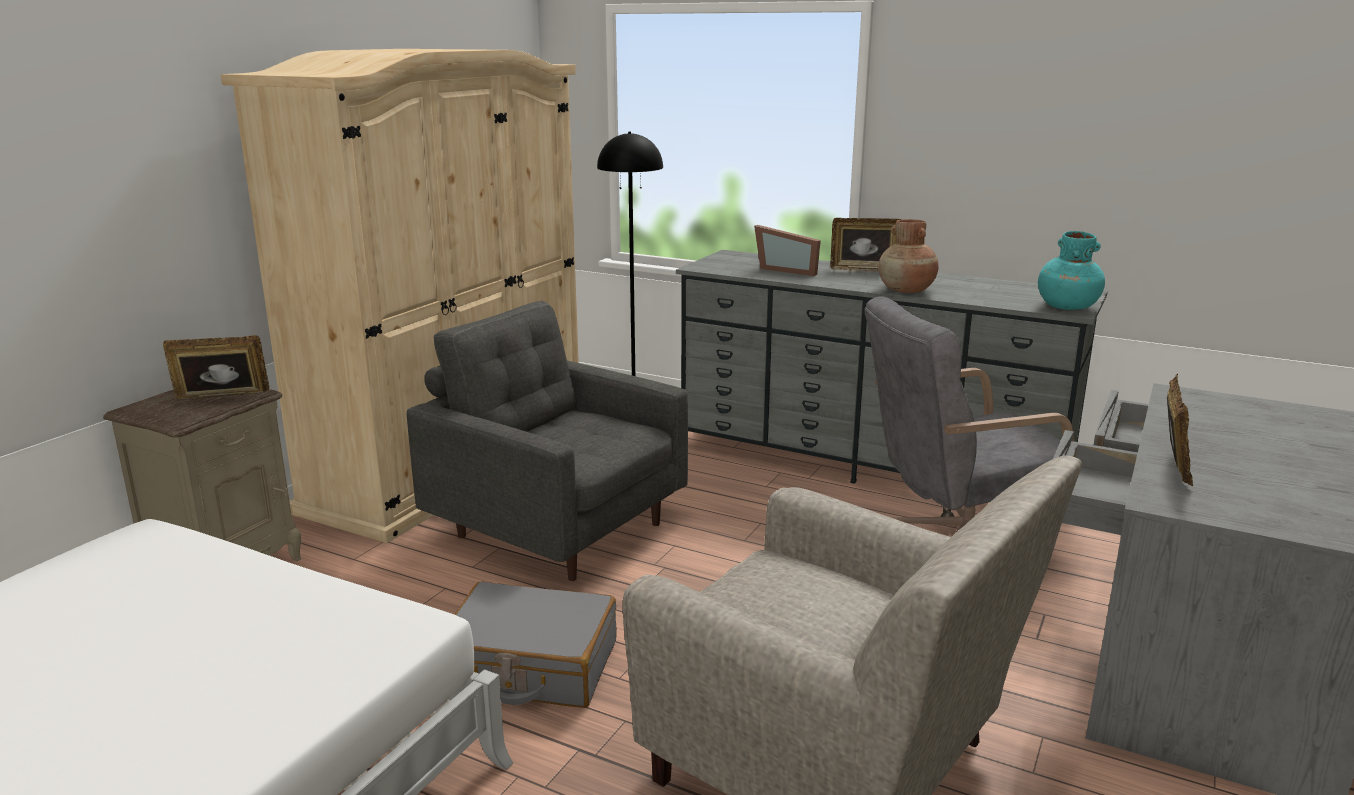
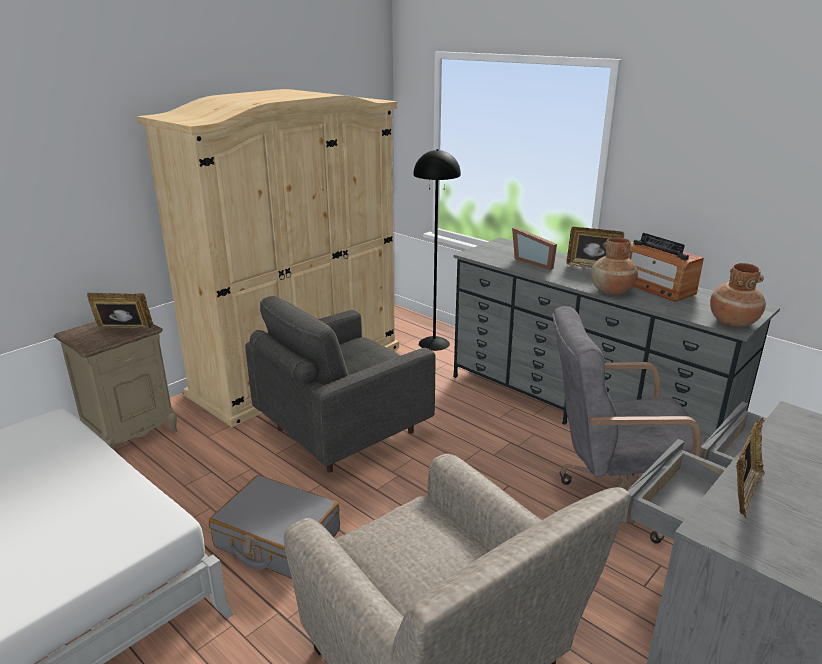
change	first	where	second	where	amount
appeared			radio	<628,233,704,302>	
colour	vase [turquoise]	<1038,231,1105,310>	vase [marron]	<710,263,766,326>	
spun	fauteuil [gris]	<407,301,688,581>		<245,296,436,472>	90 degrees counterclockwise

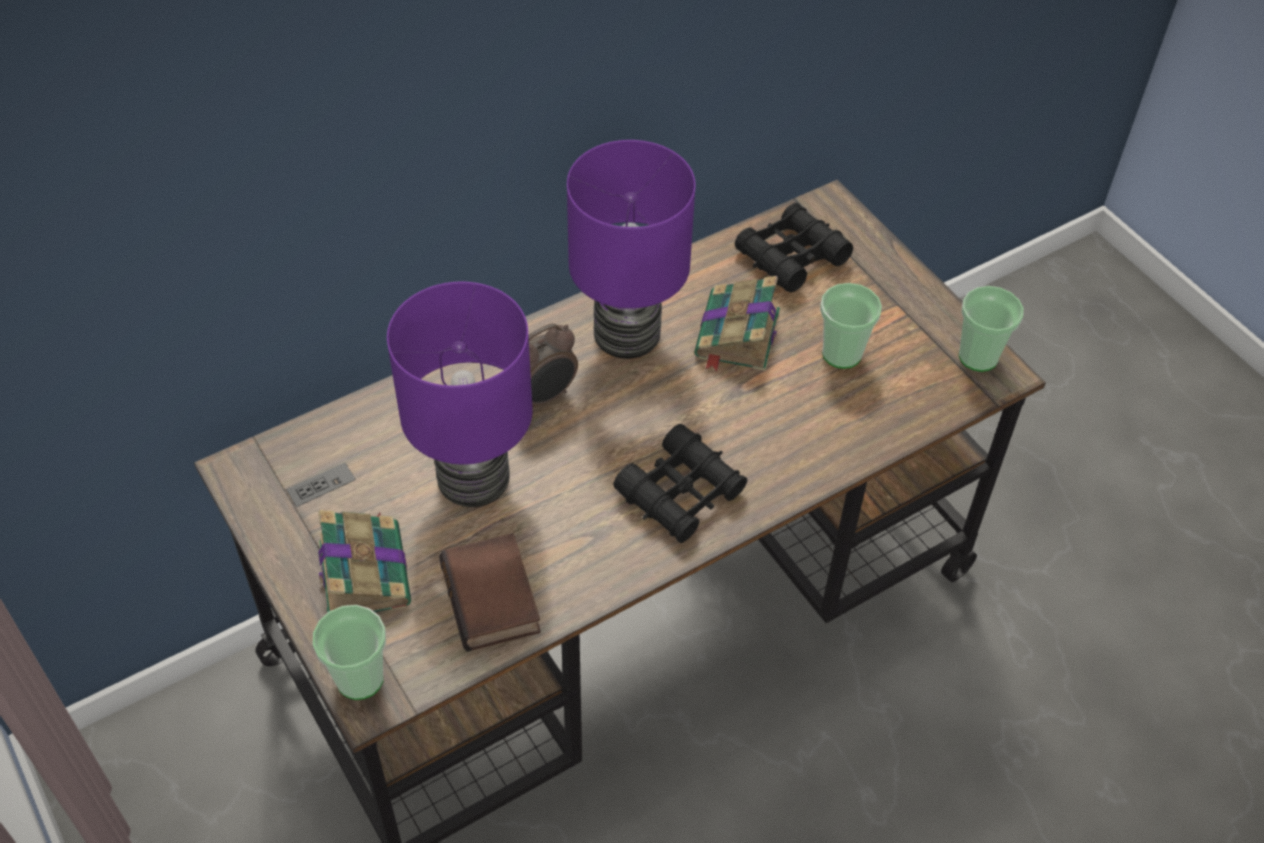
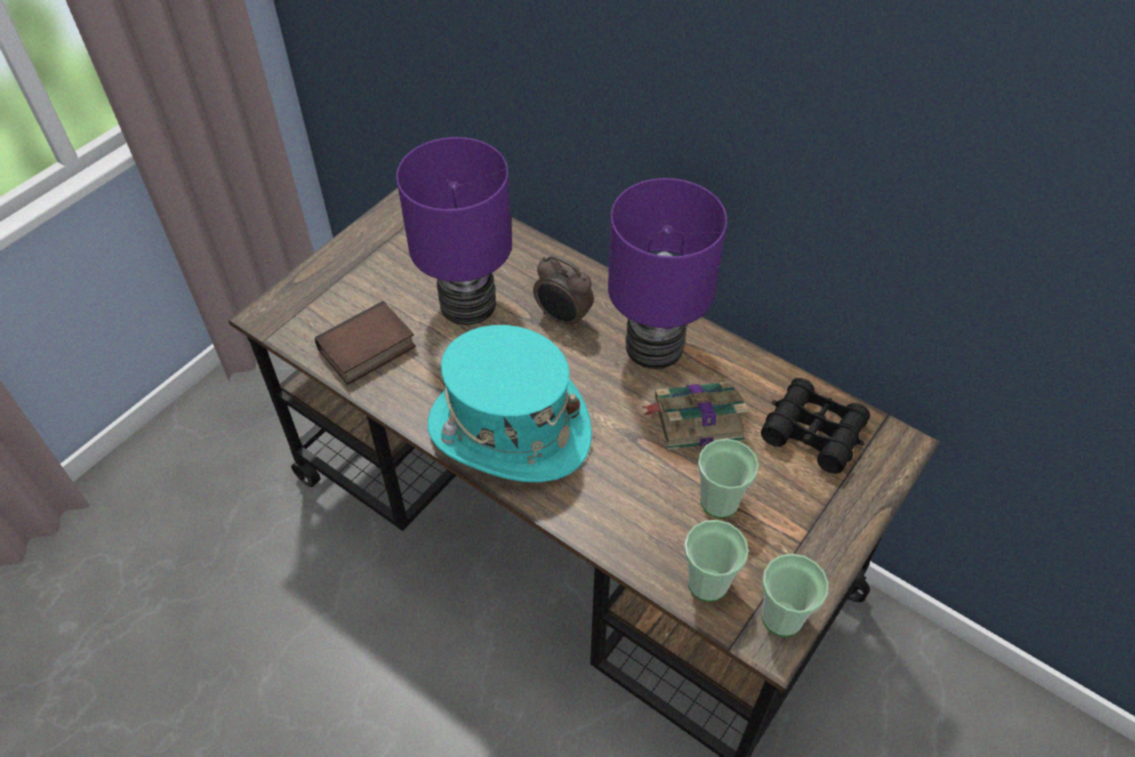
change	first	where	second	where	amount
missing	livre	<318,510,411,613>			
relocated	tasse	<313,605,386,700>		<684,520,749,602>	
exchanged	jumelles [noir]	<613,424,747,543>	chapeau [turquoise]	<428,325,592,482>	

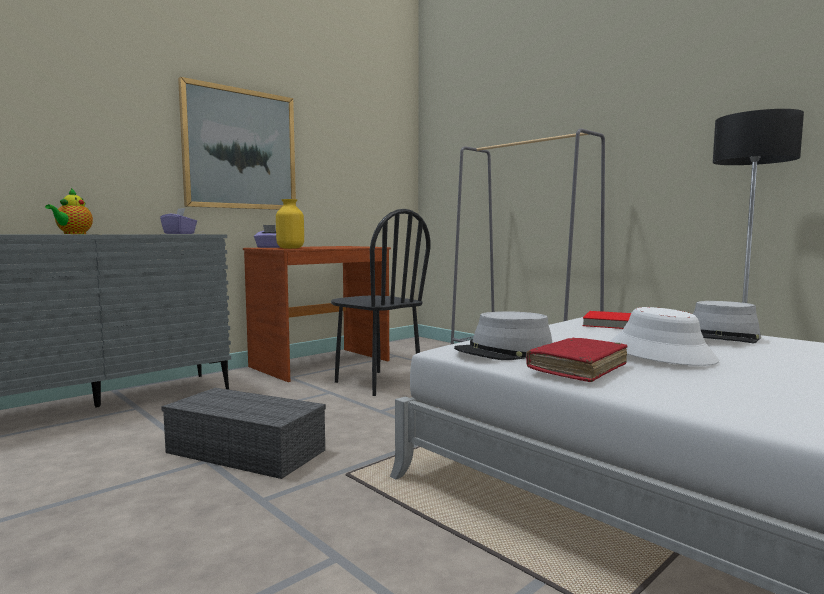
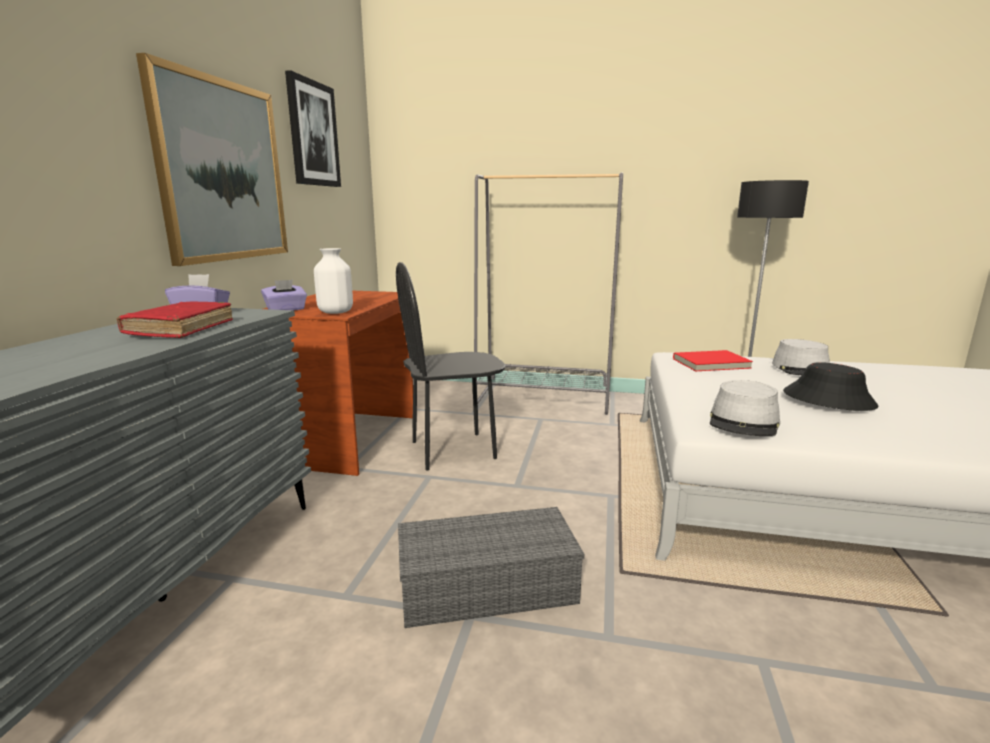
change	first	where	second	where	amount
missing	théière	<45,188,93,234>			
appeared			tableau	<285,70,341,187>	
relocated	livre [rouge]	<526,338,628,382>		<117,301,233,338>	
colour	vase [jaune]	<276,199,304,249>	vase [blanc]	<314,248,353,314>	
colour	chapeau [blanc]	<609,307,719,366>	chapeau [noir]	<783,362,878,411>	
spun	chaise [noir]	<331,209,430,396>		<396,262,506,471>	150 degrees clockwise

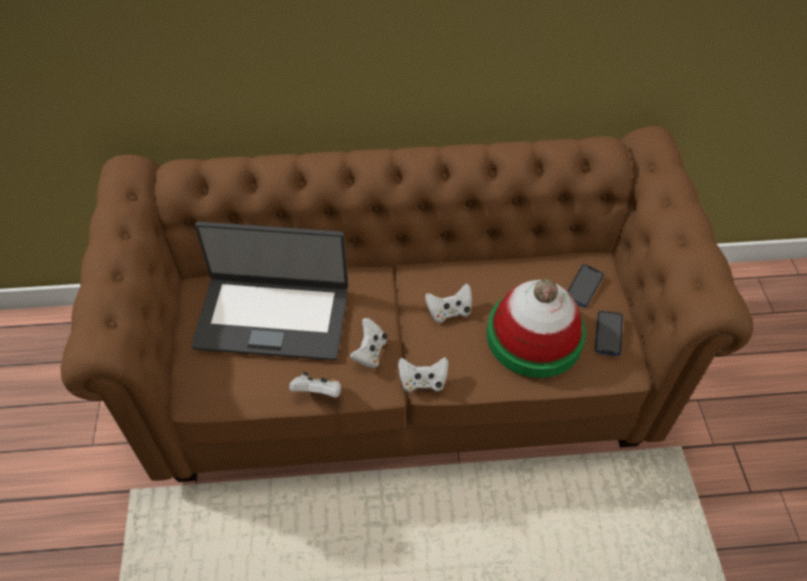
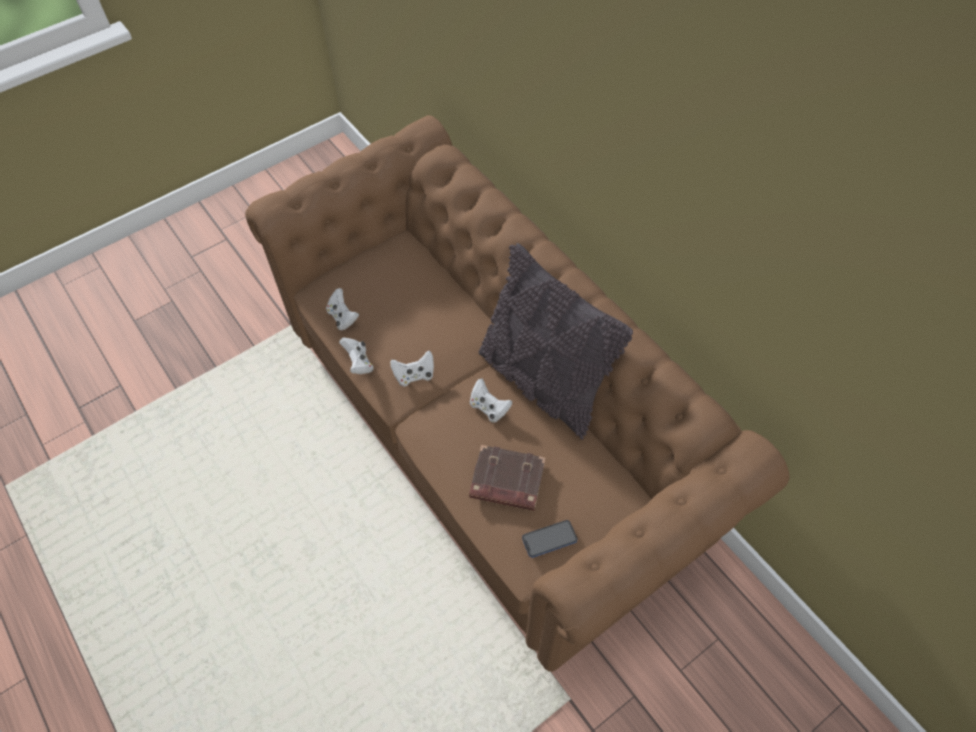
change	first	where	second	where	amount
missing	ordinateur portable	<191,221,348,360>			
missing	téléphone	<568,264,604,307>			
appeared			coussin [noir]	<479,243,633,440>	
relocated	manette [blanc]	<398,357,449,392>		<326,288,359,330>	
exchanged	chapeau	<487,279,586,378>	livre [marron]	<469,445,545,511>	

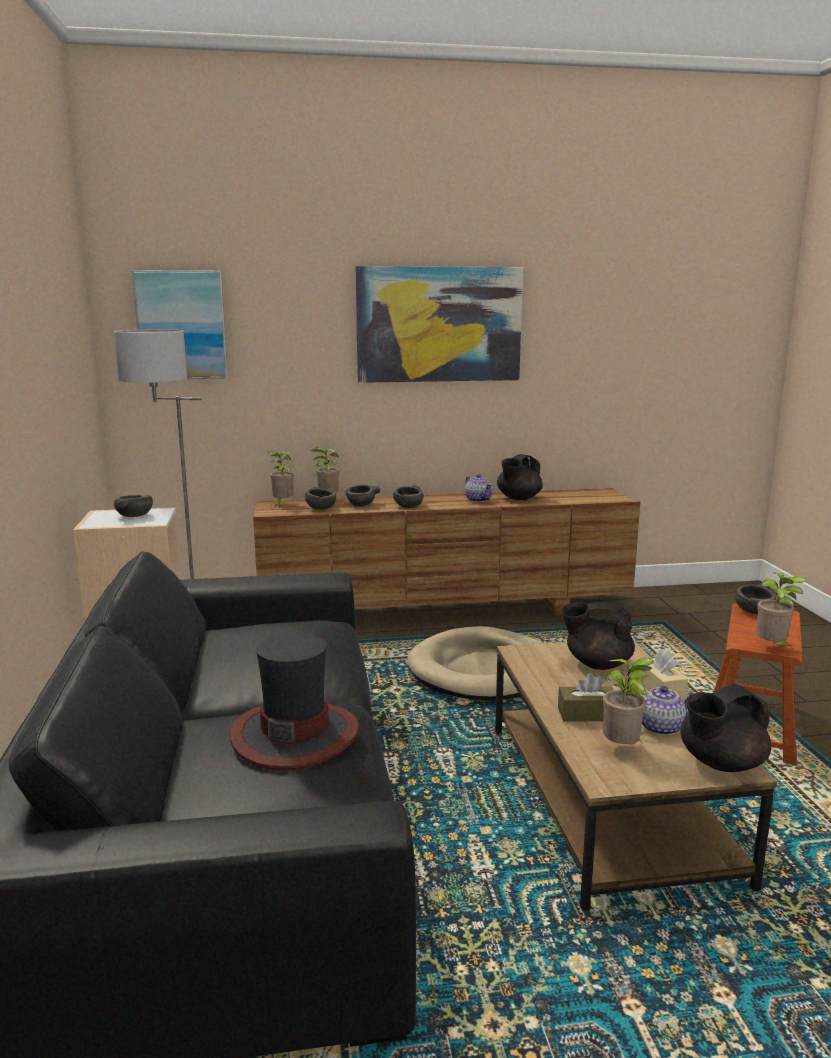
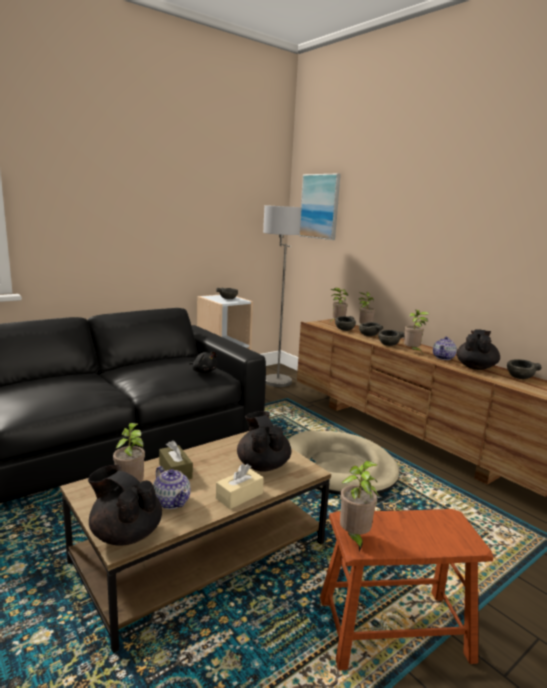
change	first	where	second	where	amount
missing	chapeau	<230,633,359,770>			
missing	tableau	<355,266,523,383>			
appeared			peluche [noir]	<189,351,217,373>	
appeared			plante en pot	<404,310,429,354>	
relocated	bol [gris]	<734,583,776,614>		<507,359,542,379>	
spun	théière [noir]	<497,454,543,500>		<457,329,500,370>	105 degrees clockwise

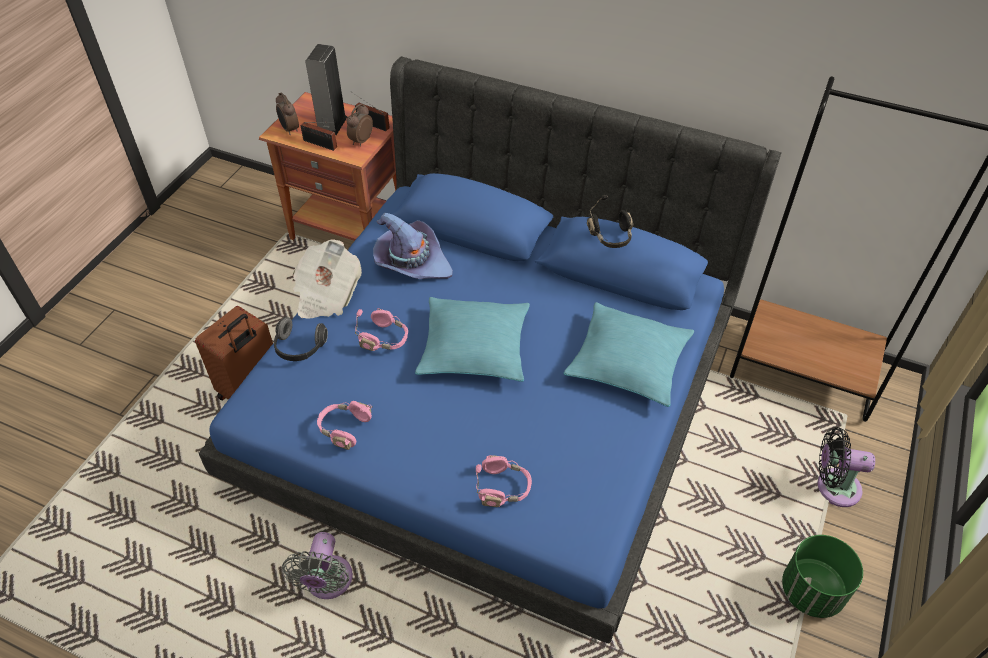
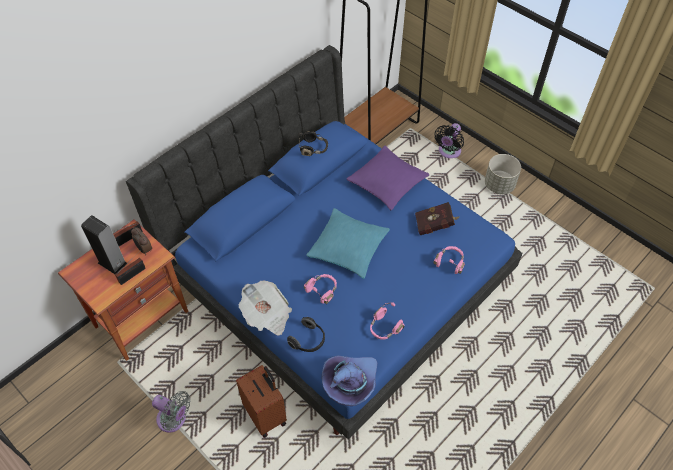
change	first	where	second	where	amount
missing	réveil	<276,92,299,135>			
appeared			livre [rouge]	<415,202,459,235>	
relocated	ventilateur [gris]	<282,532,353,599>		<152,391,191,433>	
relocated	chapeau [violet]	<373,213,453,279>		<322,355,377,406>	
colour	coussin [turquoise]	<563,302,694,407>	coussin [violet]	<346,146,429,210>	
colour	cache-pot [vert]	<782,535,863,618>	cache-pot [gris]	<485,154,521,194>	

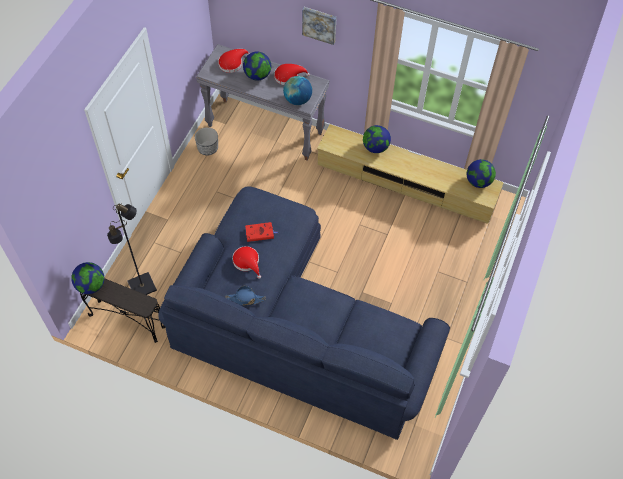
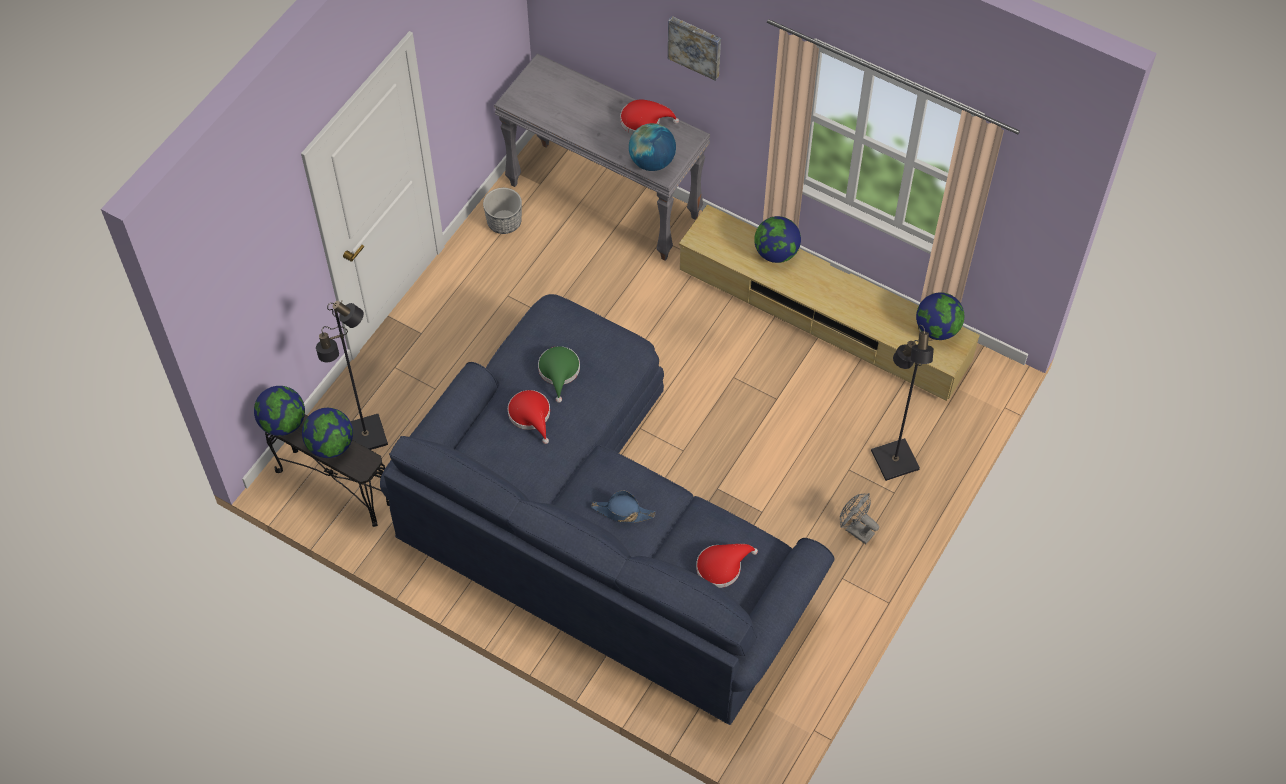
change	first	where	second	where	amount
appeared			ventilateur [gris]	<840,493,879,544>	
appeared			lampadaire [noir]	<871,325,934,481>	
relocated	chapeau [rouge]	<218,49,250,73>		<696,544,758,588>	
relocated	chapeau [bleu]	<225,286,266,306>		<591,490,656,523>	
relocated	globe	<243,52,271,80>		<302,408,353,458>	
exchanged	livre [rouge]	<245,222,278,242>	chapeau [vert]	<538,346,580,403>	

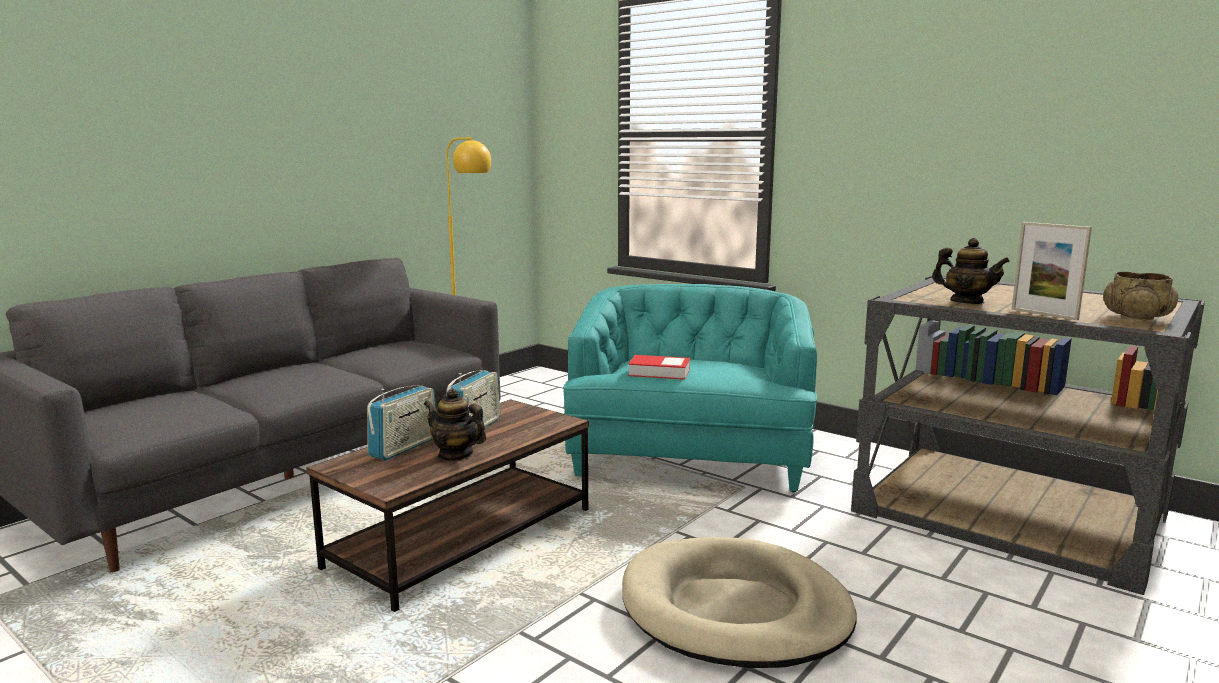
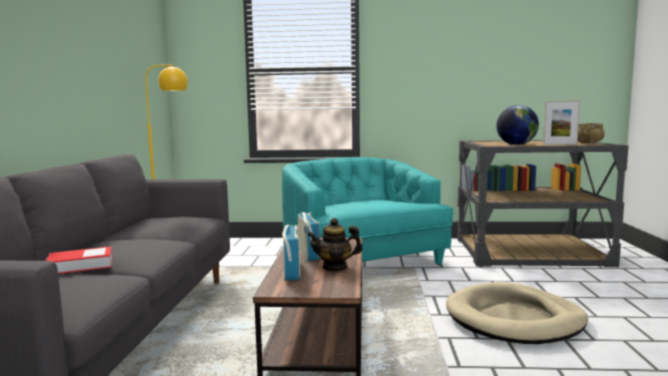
change	first	where	second	where	amount
relocated	livre	<628,355,690,380>		<46,246,112,274>	
exchanged	théière	<932,238,1010,304>	globe	<496,105,539,145>	

